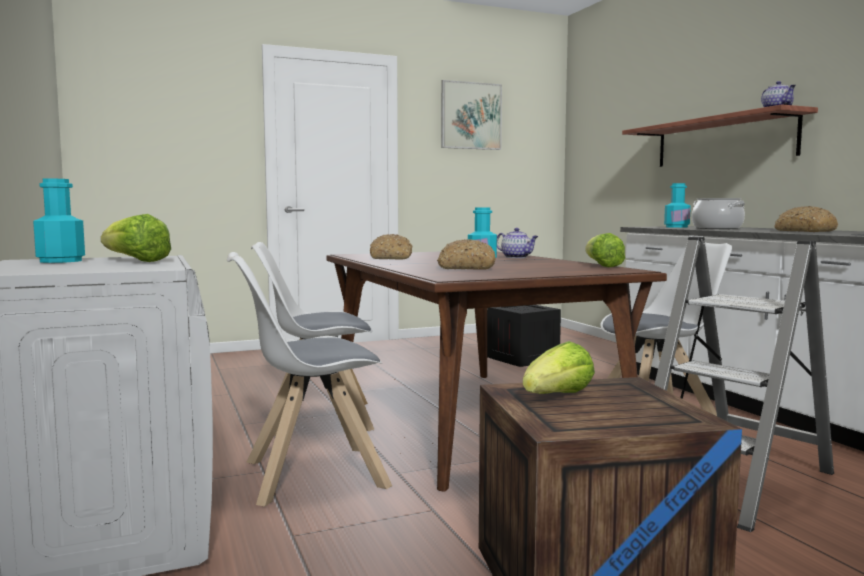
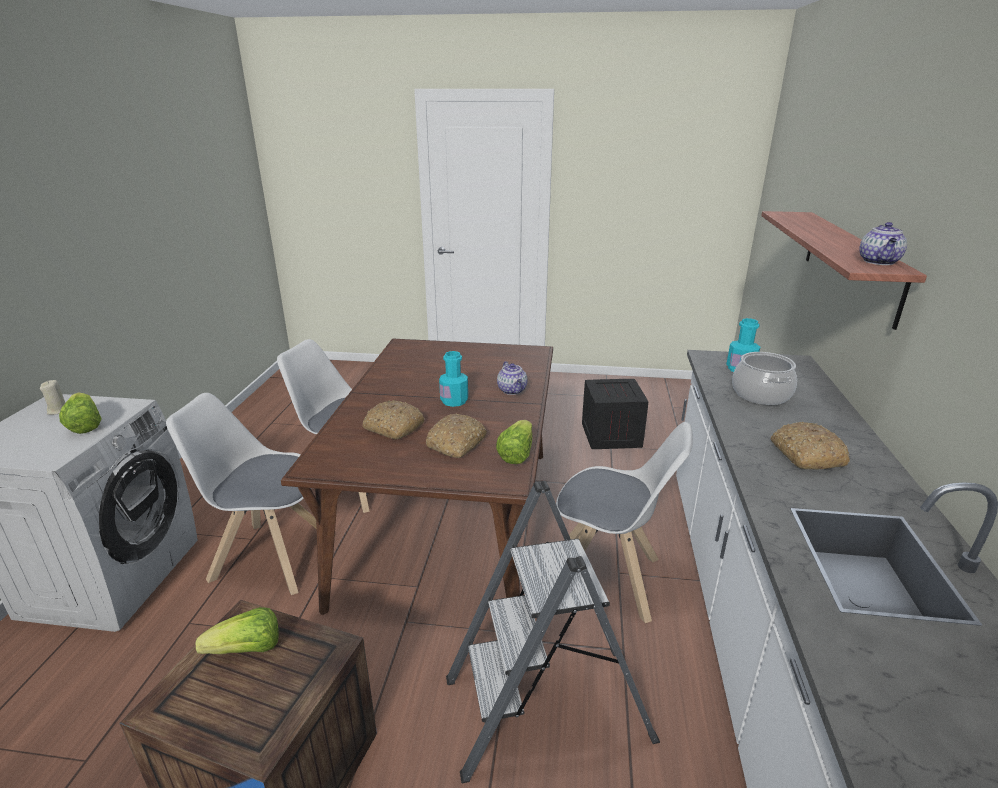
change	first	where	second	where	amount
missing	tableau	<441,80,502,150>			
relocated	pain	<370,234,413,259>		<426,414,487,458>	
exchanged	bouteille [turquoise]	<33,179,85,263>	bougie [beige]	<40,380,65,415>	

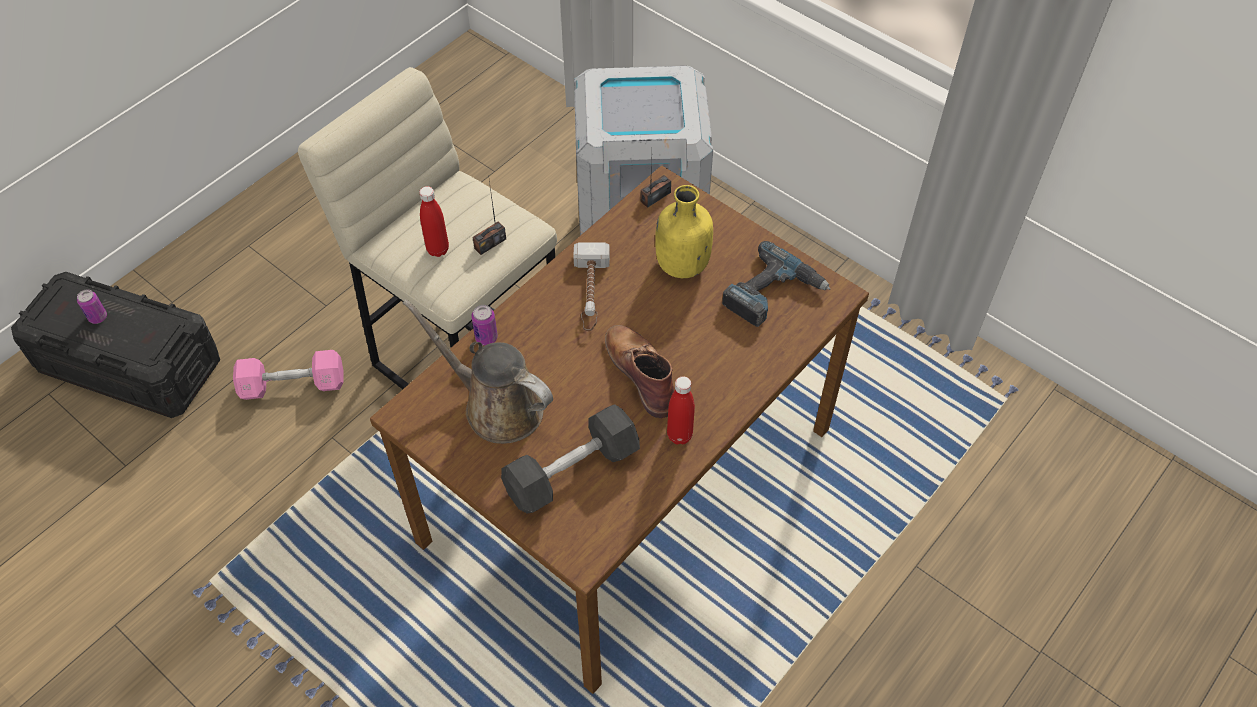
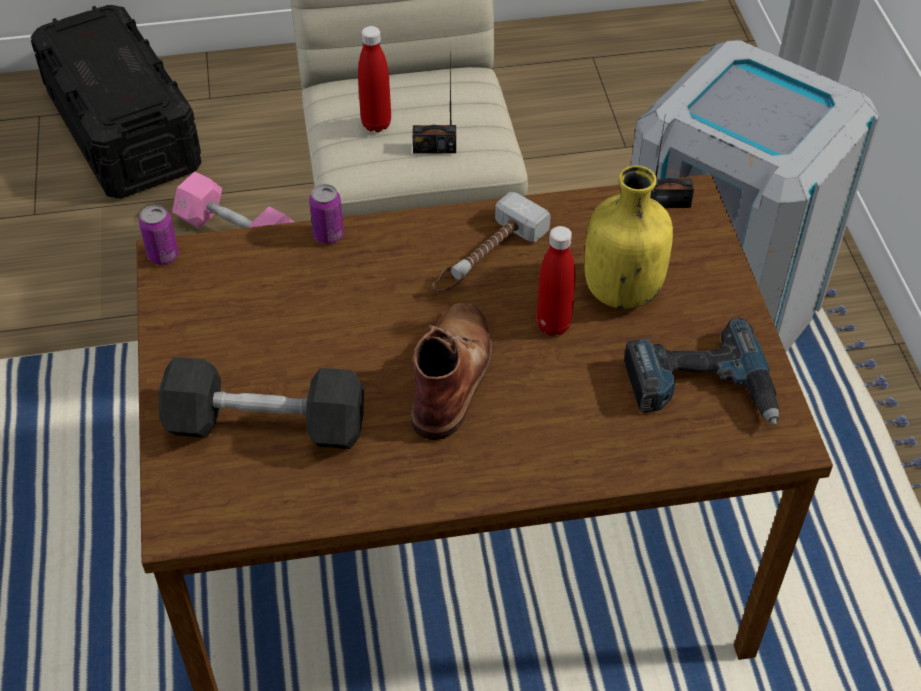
change	first	where	second	where	amount
missing	arrosoir [marron]	<403,299,553,444>			
relocated	boîte métallique	<77,289,107,324>		<139,205,179,265>	
relocated	bouteille [rouge]	<667,376,695,445>		<537,226,575,336>	

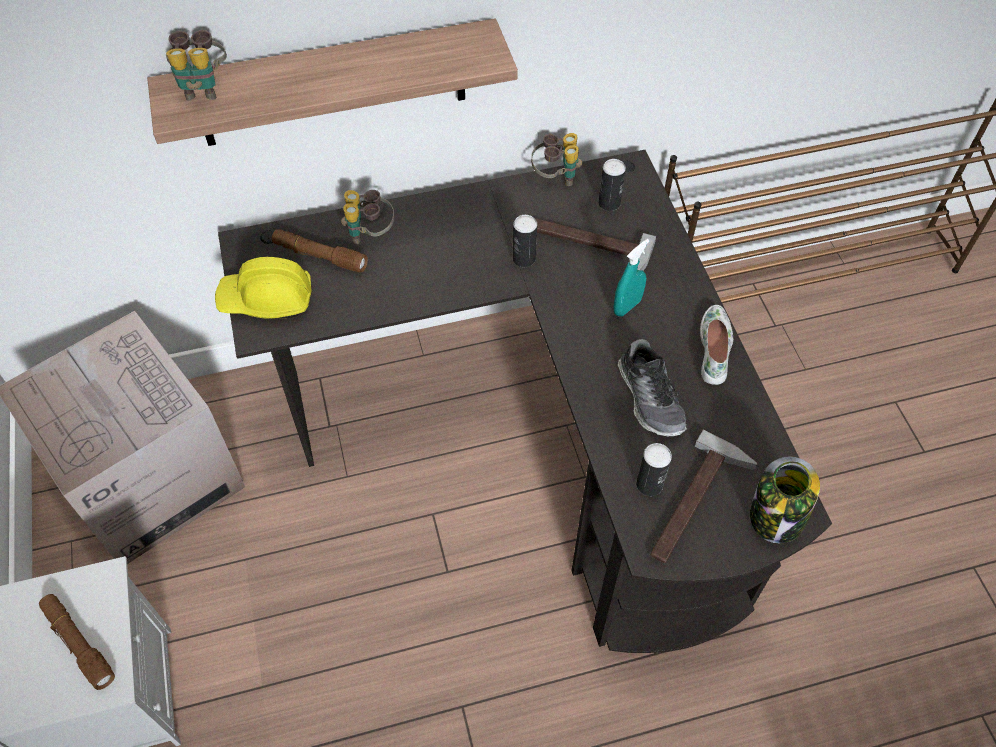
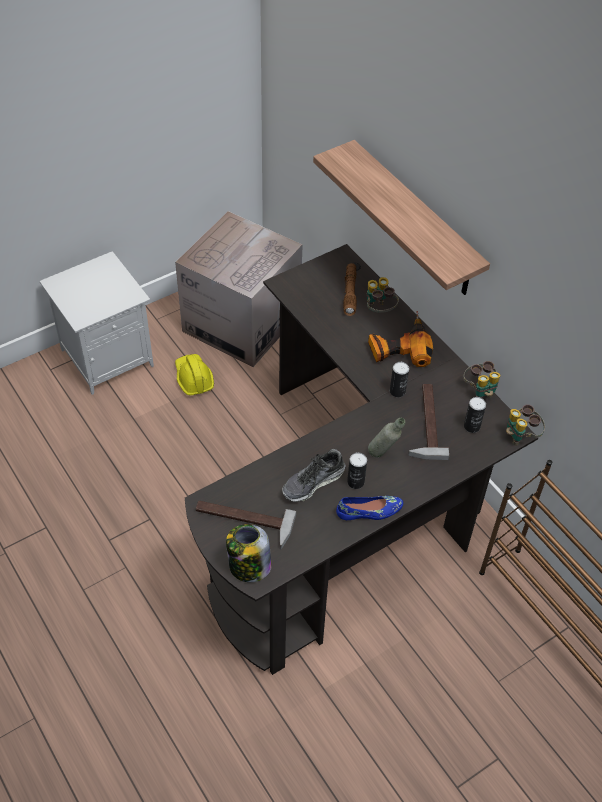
change	first	where	second	where	amount
missing	lampe de poche [marron]	<39,594,115,690>			
appeared			perceuse	<368,311,433,367>	
relocated	jumelles	<166,30,227,101>		<506,404,545,446>	
relocated	casque de chantier [jaune]	<215,257,311,319>		<175,354,214,396>	
relocated	boîte métallique	<636,443,672,496>		<347,452,367,489>	
exchanged	vaporisateur [turquoise]	<613,239,650,316>	bouteille [gris]	<368,418,405,458>	
colour	chaussure [blanc]	<700,305,733,385>	chaussure [bleu]	<336,496,403,520>	

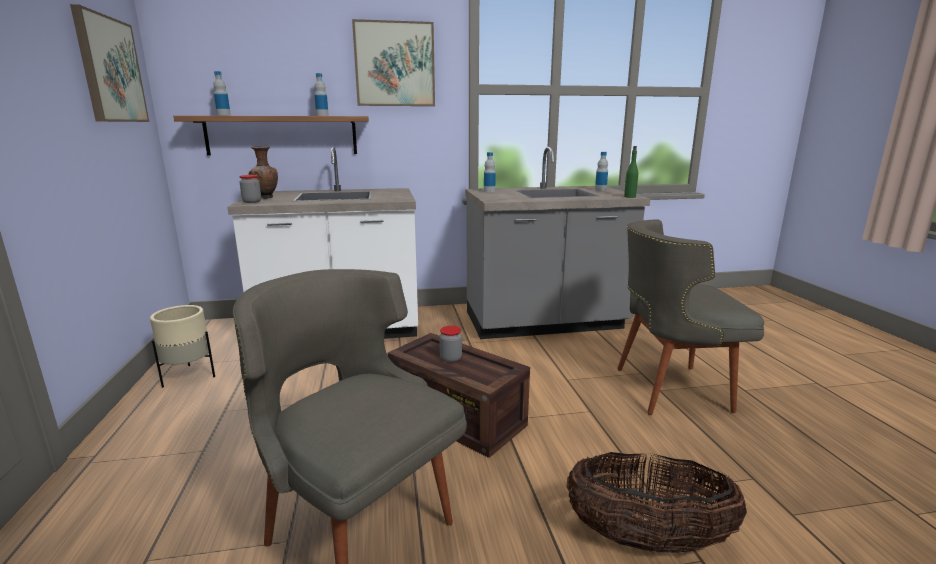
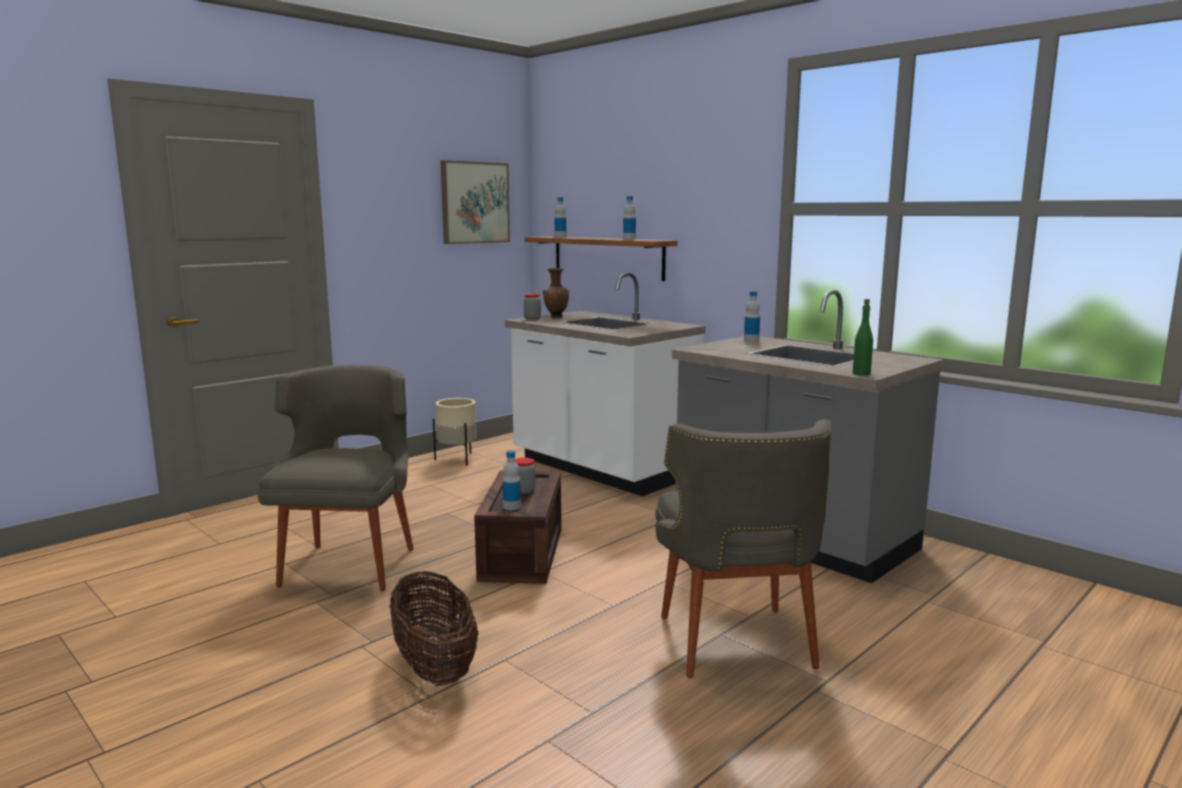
change	first	where	second	where	amount
missing	tableau	<352,19,435,106>			
relocated	bouteille	<595,152,608,191>		<503,450,521,510>	
spun	chaise [gris]	<617,219,764,415>		<655,419,831,678>	150 degrees counterclockwise

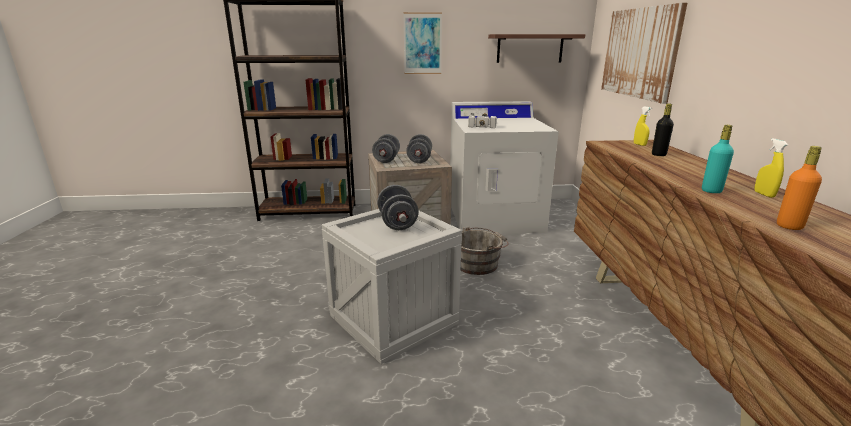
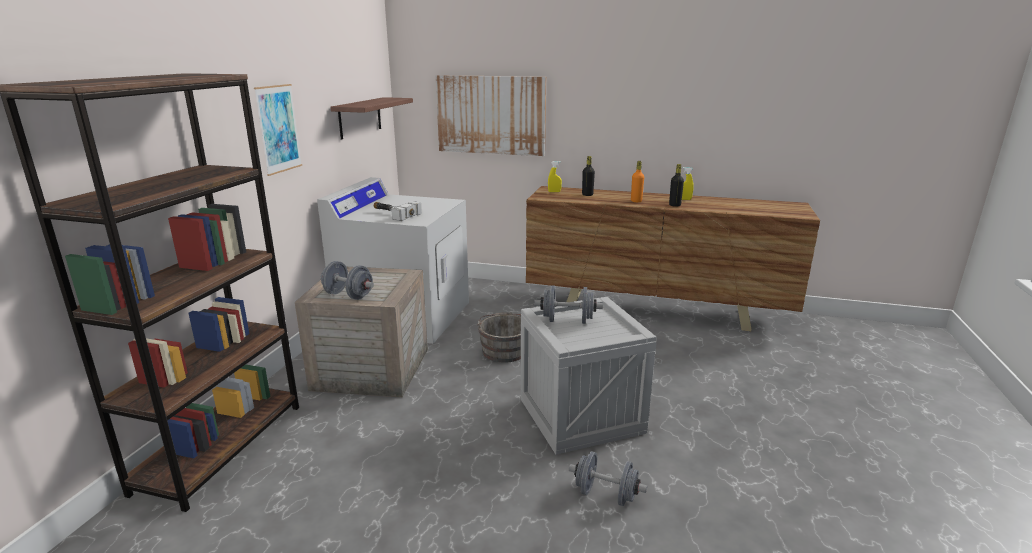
change	first	where	second	where	amount
relocated	haltère [gris]	<406,134,432,163>		<569,451,647,506>	
relocated	bouteille [orange]	<777,146,822,230>		<631,161,644,202>	
colour	bouteille [turquoise]	<702,125,734,193>	bouteille [noir]	<669,164,684,207>	

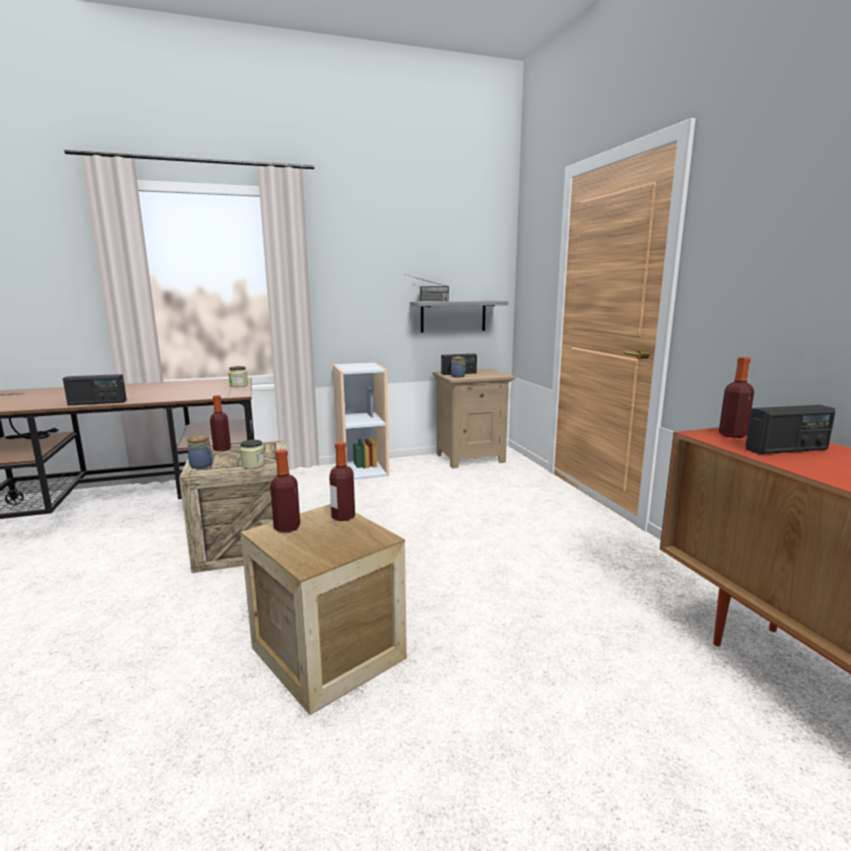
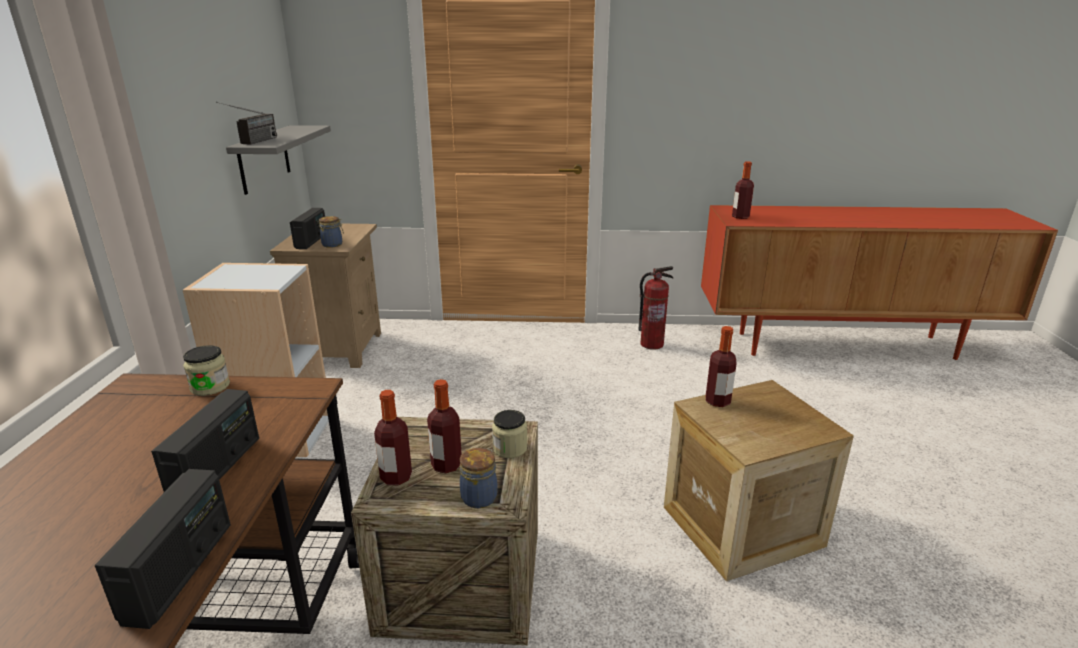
change	first	where	second	where	amount
appeared			extincteur	<638,266,674,350>	
relocated	bouteille	<270,449,300,532>		<427,379,462,473>	
relocated	radio	<745,405,836,454>		<151,389,259,492>	

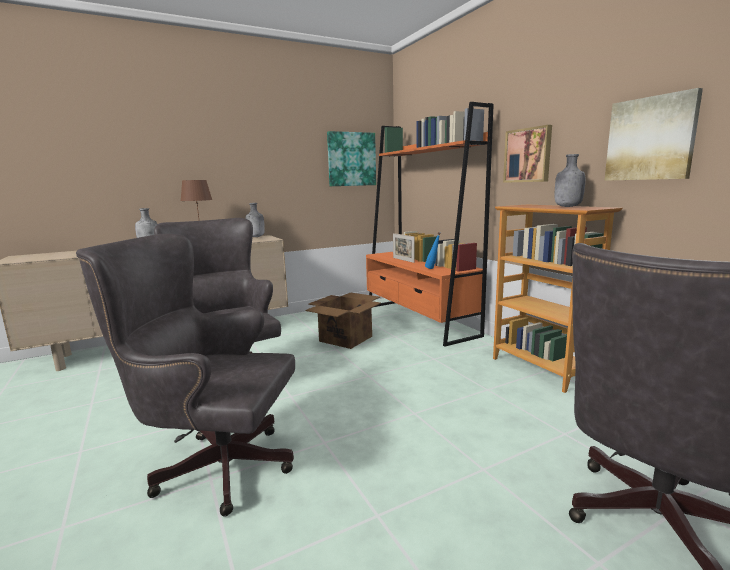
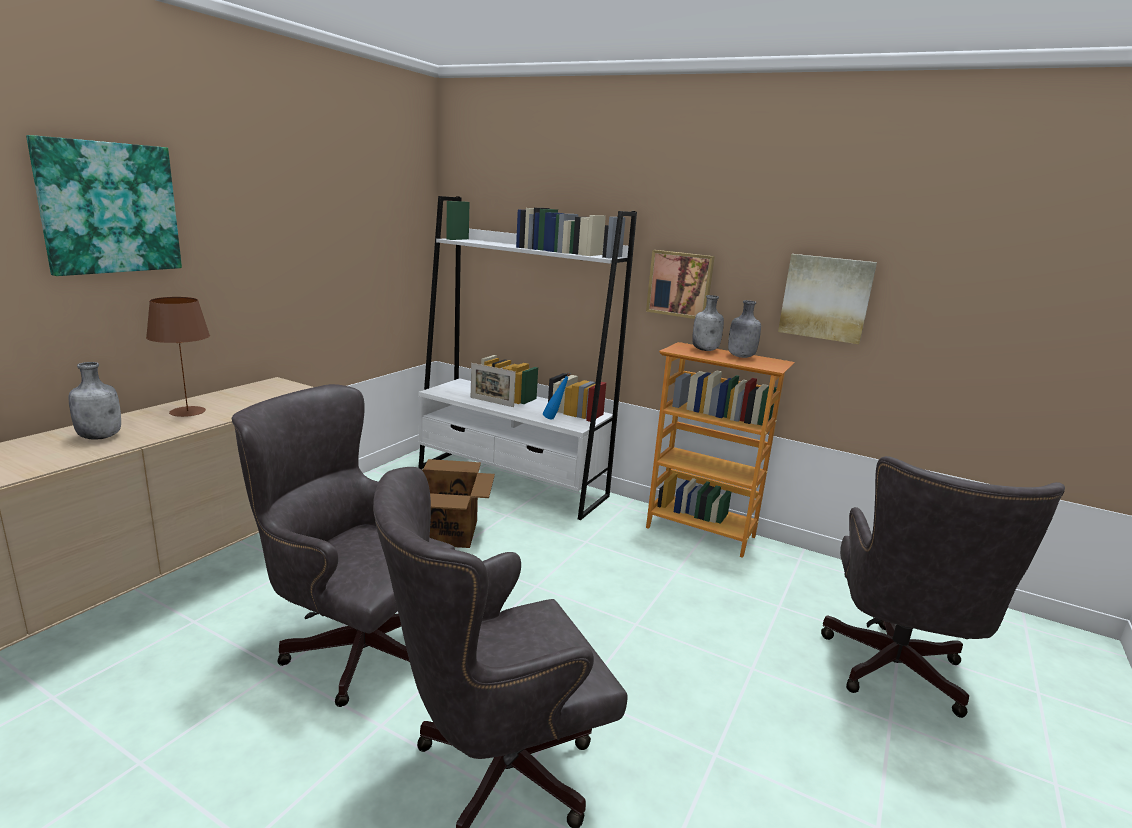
change	first	where	second	where	amount
relocated	bouteille [gris]	<245,203,265,237>		<692,295,724,351>	
relocated	tableau	<327,131,376,186>		<26,135,182,276>	
colour	bibliothèque [orange]	<366,102,494,347>	bibliothèque [blanc]	<419,196,637,520>	

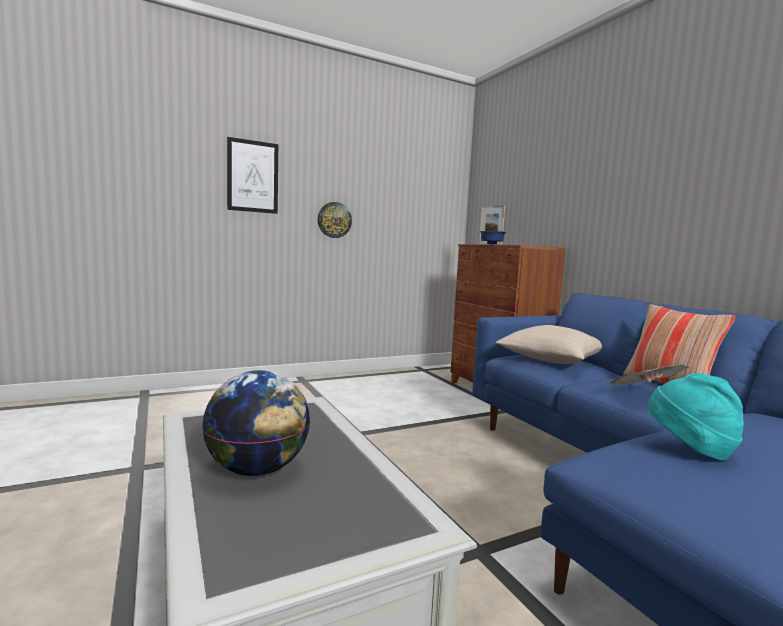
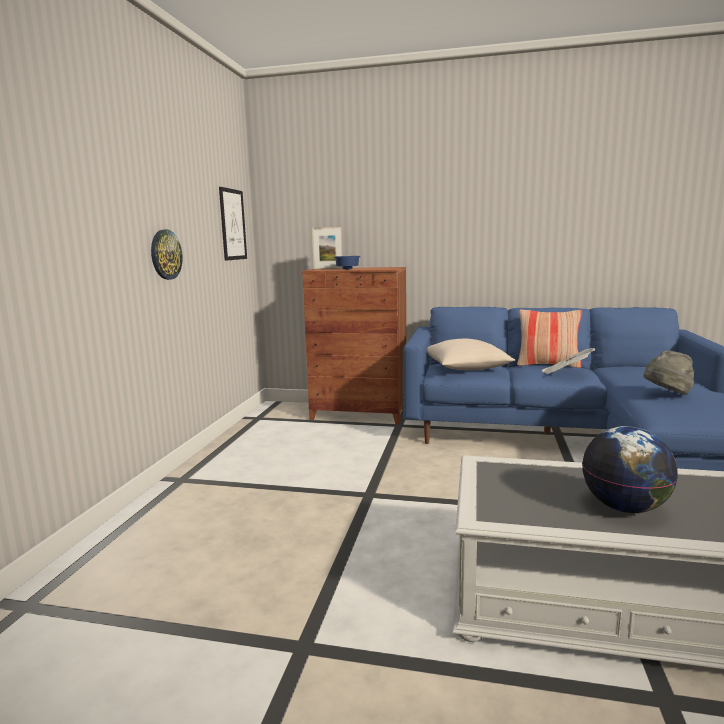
change	first	where	second	where	amount
relocated	tableau	<227,137,278,214>		<219,187,247,261>	
colour	chapeau [turquoise]	<648,373,744,461>	chapeau [gris]	<643,351,694,395>	

